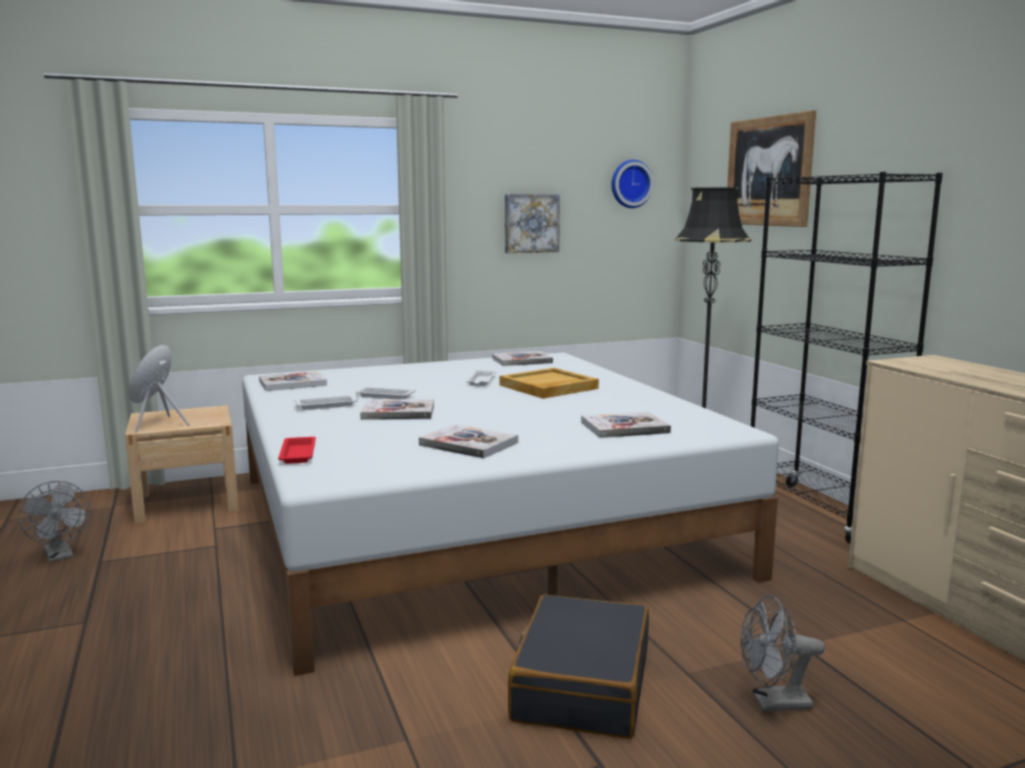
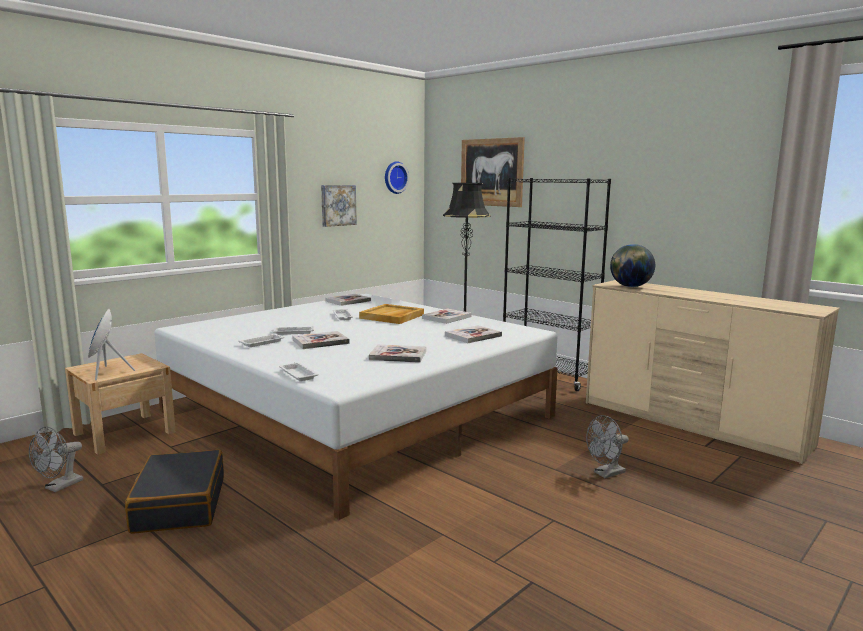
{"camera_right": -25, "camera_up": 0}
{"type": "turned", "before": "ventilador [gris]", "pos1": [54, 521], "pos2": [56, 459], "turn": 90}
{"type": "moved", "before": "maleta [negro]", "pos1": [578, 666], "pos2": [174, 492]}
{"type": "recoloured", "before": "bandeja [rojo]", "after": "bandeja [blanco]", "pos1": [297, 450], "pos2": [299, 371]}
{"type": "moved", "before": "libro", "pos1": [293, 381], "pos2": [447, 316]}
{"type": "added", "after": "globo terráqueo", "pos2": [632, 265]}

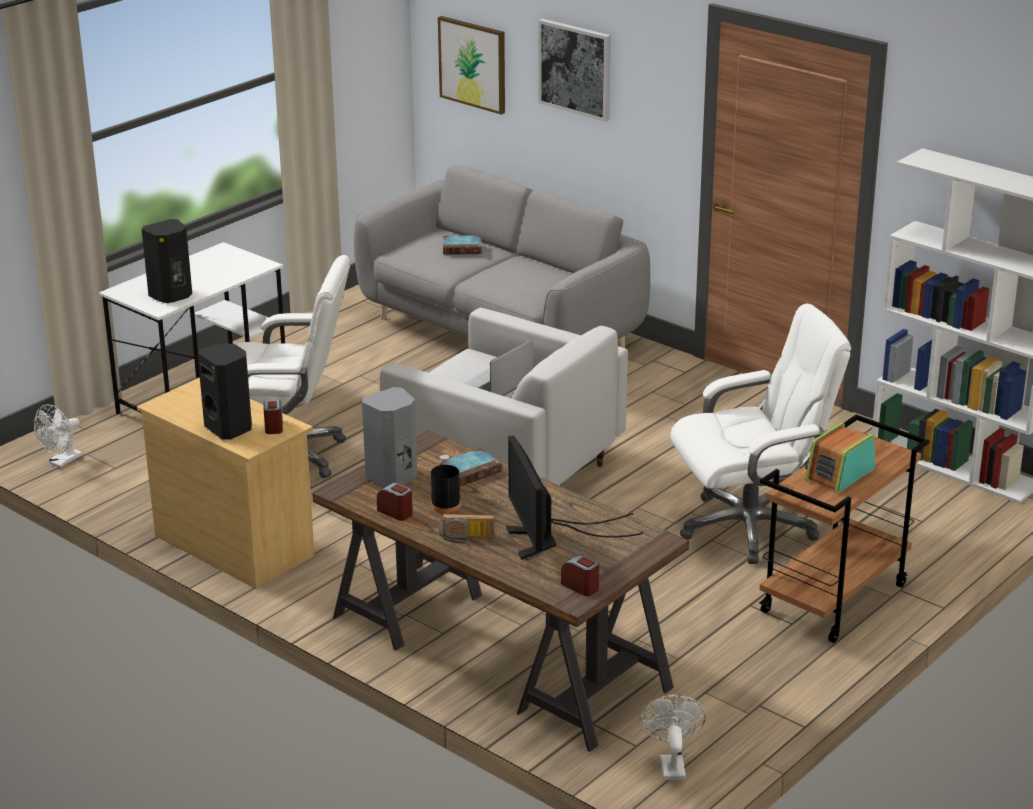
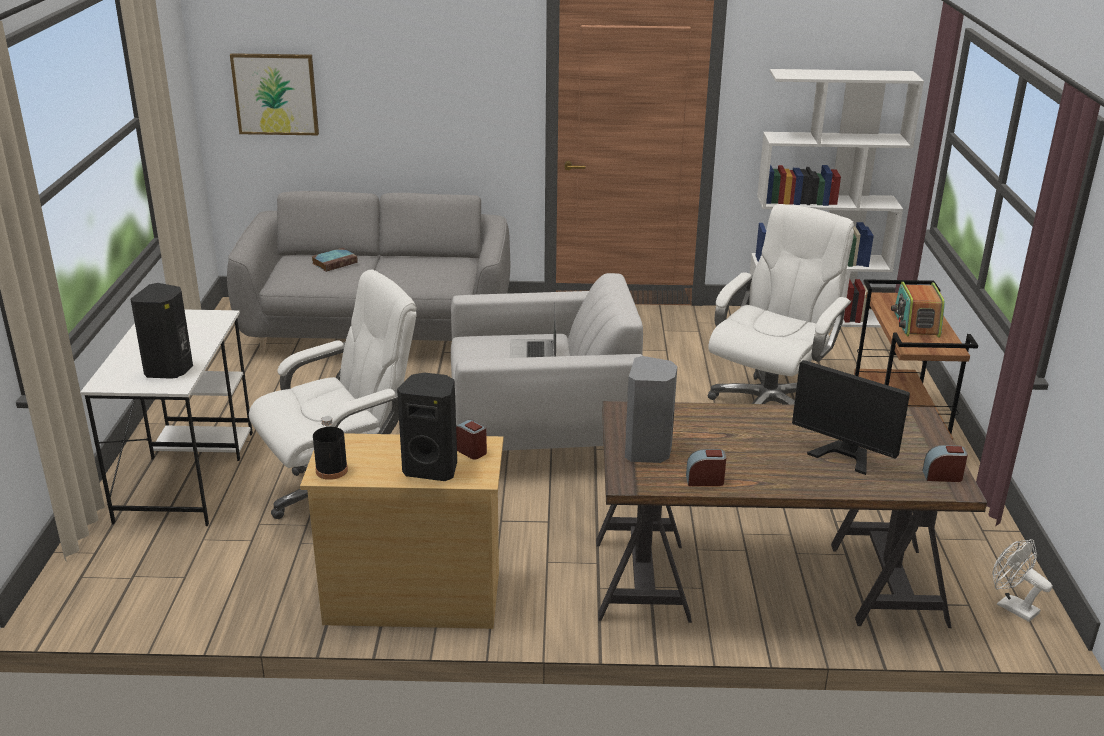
{"camera_right": -40, "camera_up": 0}
{"type": "moved", "before": "botella [negro]", "pos1": [446, 484], "pos2": [330, 448]}
{"type": "removed", "before": "ventilador [blanco]", "pos1": [58, 436]}
{"type": "removed", "before": "libro", "pos1": [470, 467]}
{"type": "removed", "before": "radio", "pos1": [467, 528]}
{"type": "removed", "before": "cuadro", "pos1": [574, 70]}

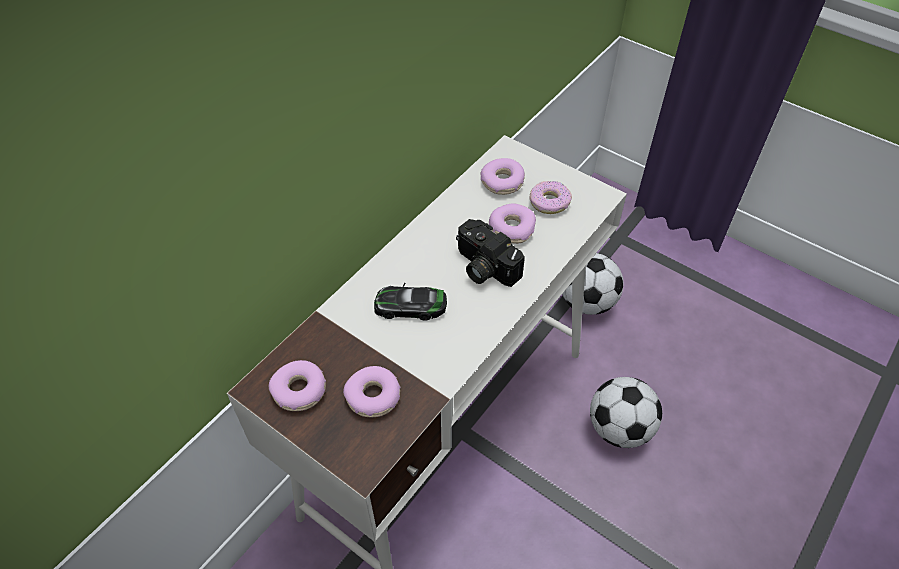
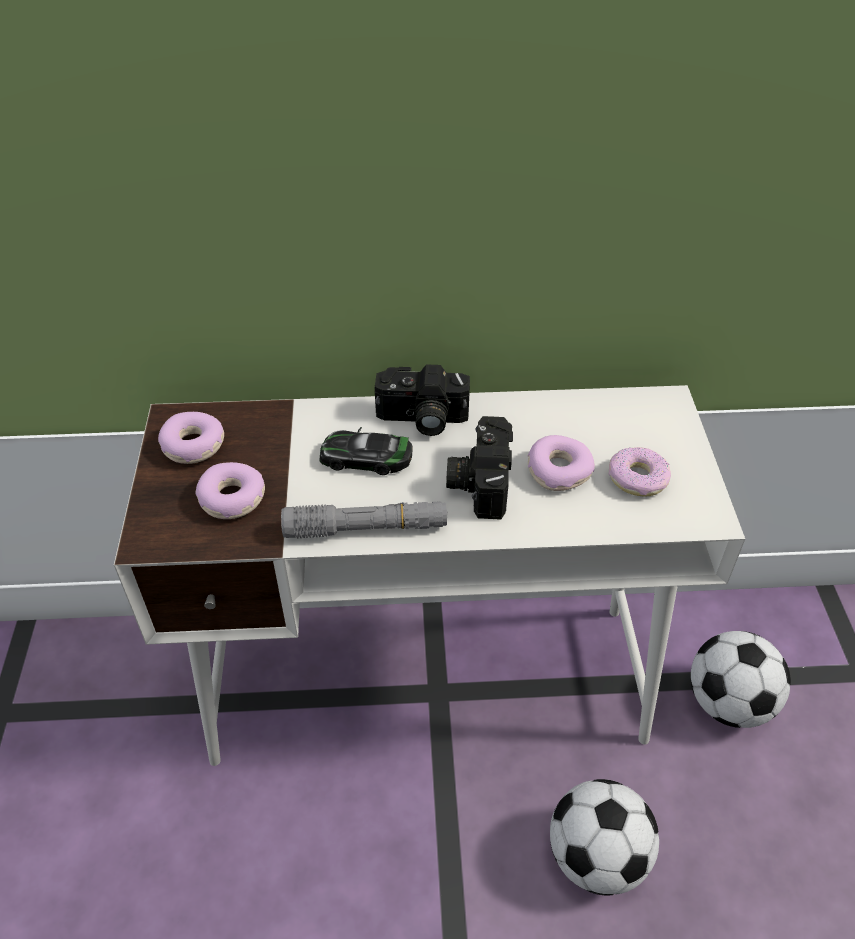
{"camera_right": 50, "camera_up": -5}
{"type": "added", "after": "linterna [gris]", "pos2": [364, 519]}
{"type": "turned", "before": "coche de juguete", "pos1": [410, 302], "pos2": [365, 451], "turn": -45}
{"type": "added", "after": "cámara", "pos2": [422, 400]}
{"type": "removed", "before": "rosquilla", "pos1": [502, 176]}

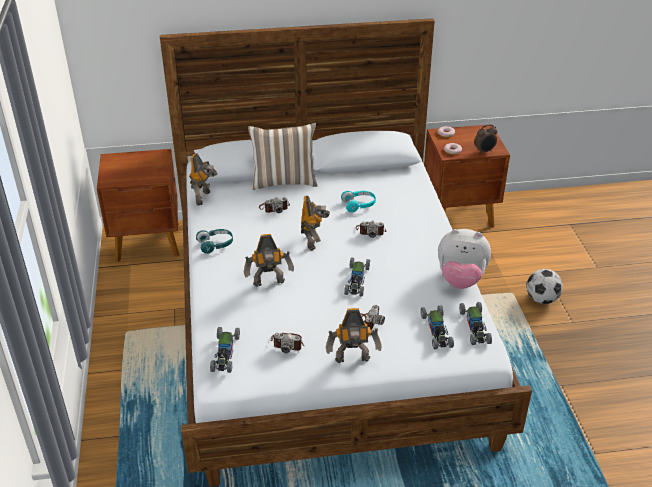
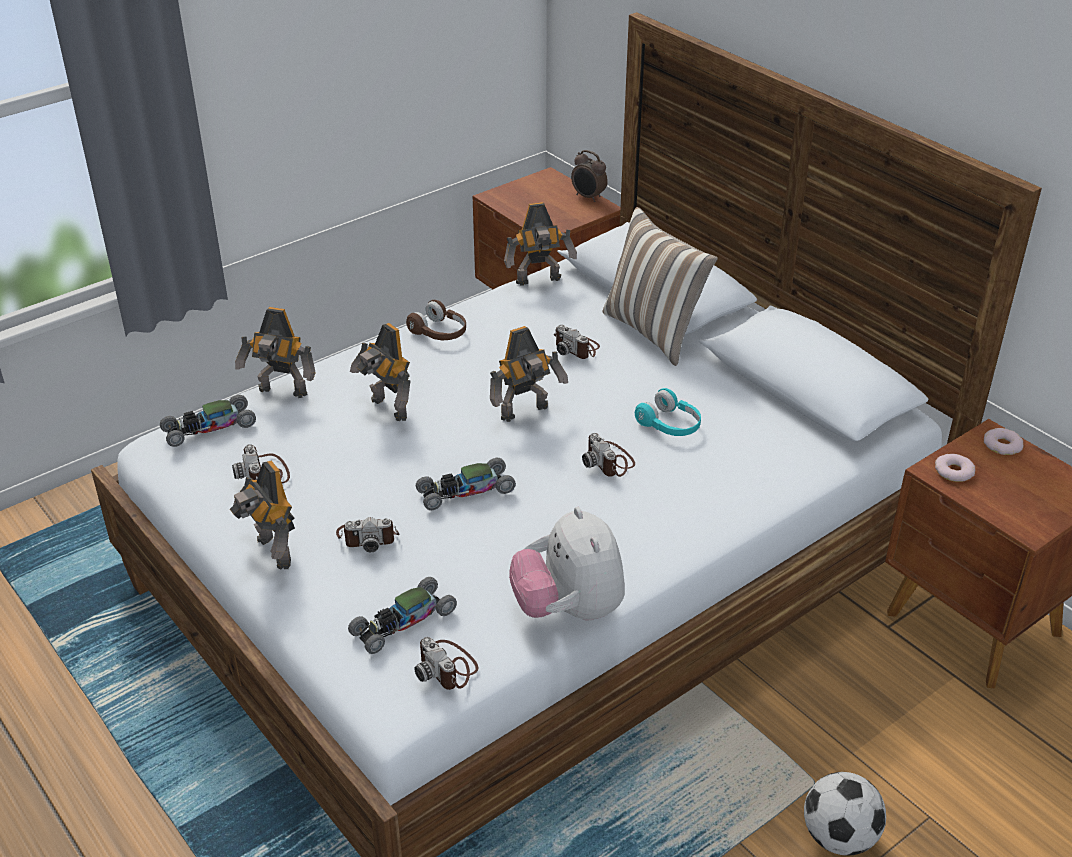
{"camera_right": 60, "camera_up": 0}
{"type": "added", "after": "robot de juguete", "pos2": [275, 352]}
{"type": "recoloured", "before": "auriculares [turquesa]", "after": "auriculares [marrón]", "pos1": [214, 241], "pos2": [436, 320]}
{"type": "replaced", "before": "coche de juguete", "after": "cámara", "pos1": [475, 323], "pos2": [446, 663]}
{"type": "moved", "before": "despertador", "pos1": [485, 139], "pos2": [589, 176]}

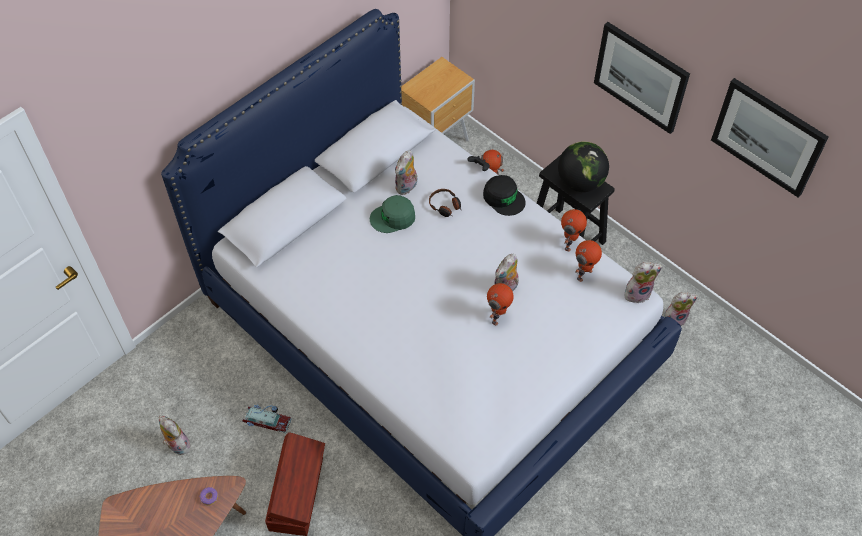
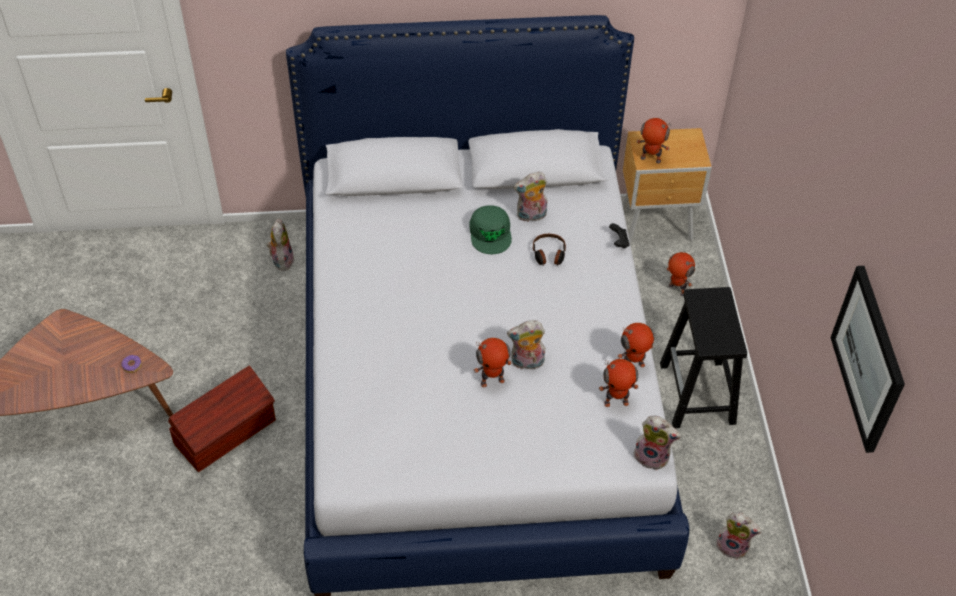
{"camera_right": 40, "camera_up": -5}
{"type": "moved", "before": "peluche", "pos1": [174, 435], "pos2": [280, 245]}
{"type": "turned", "before": "gorra [verde]", "pos1": [392, 214], "pos2": [491, 229], "turn": -120}
{"type": "added", "after": "robot de juguete", "pos2": [653, 141]}
{"type": "removed", "before": "coche de juguete", "pos1": [266, 419]}
{"type": "removed", "before": "gorra [negro]", "pos1": [504, 195]}
{"type": "removed", "before": "globo terráqueo", "pos1": [583, 166]}
{"type": "removed", "before": "cuadro", "pos1": [642, 78]}

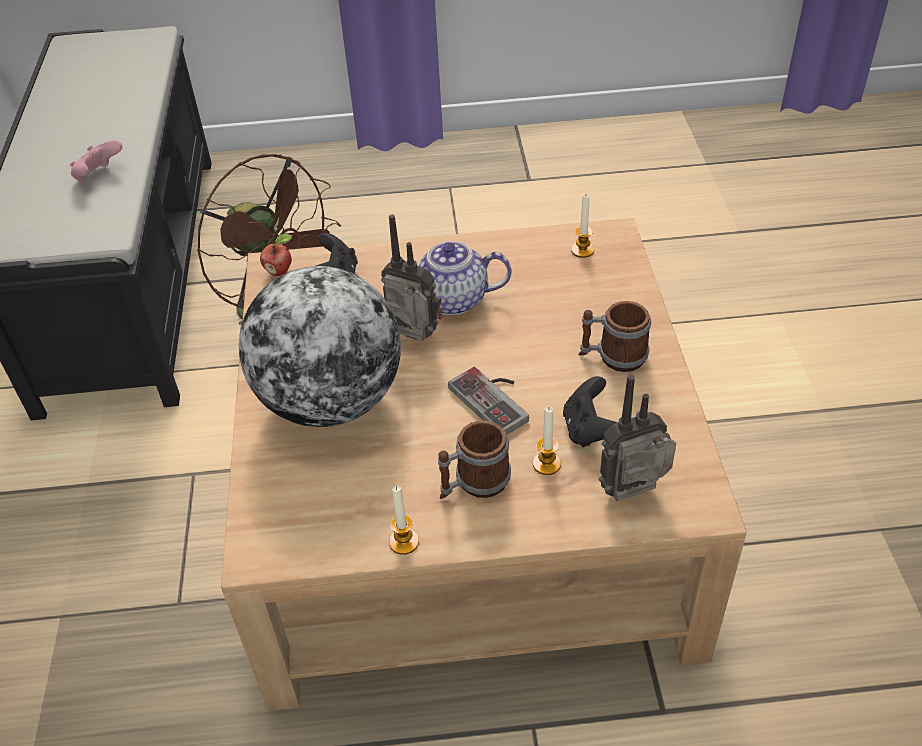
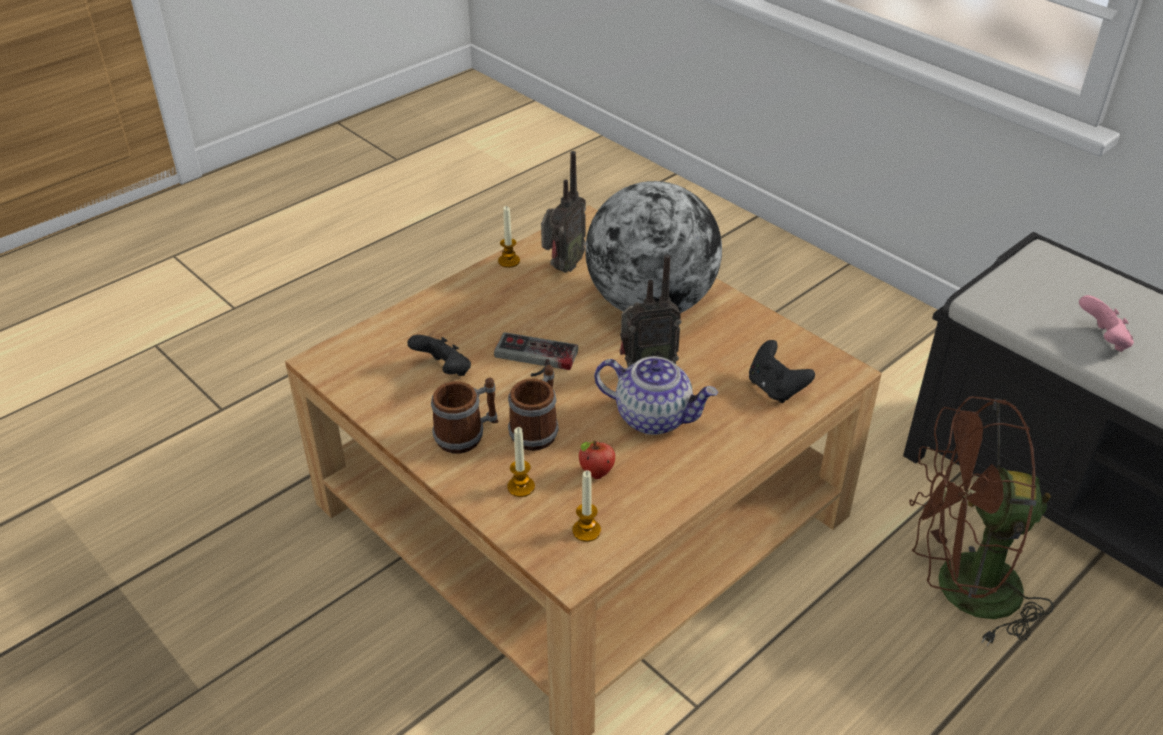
{"camera_right": 140, "camera_up": -5}
{"type": "moved", "before": "vela", "pos1": [547, 440], "pos2": [521, 462]}
{"type": "moved", "before": "taza grande", "pos1": [474, 459], "pos2": [533, 408]}
{"type": "moved", "before": "radio", "pos1": [637, 438], "pos2": [563, 212]}
{"type": "moved", "before": "manzana", "pos1": [276, 255], "pos2": [597, 459]}
{"type": "turned", "before": "tetera", "pos1": [451, 278], "pos2": [656, 395], "turn": 60}

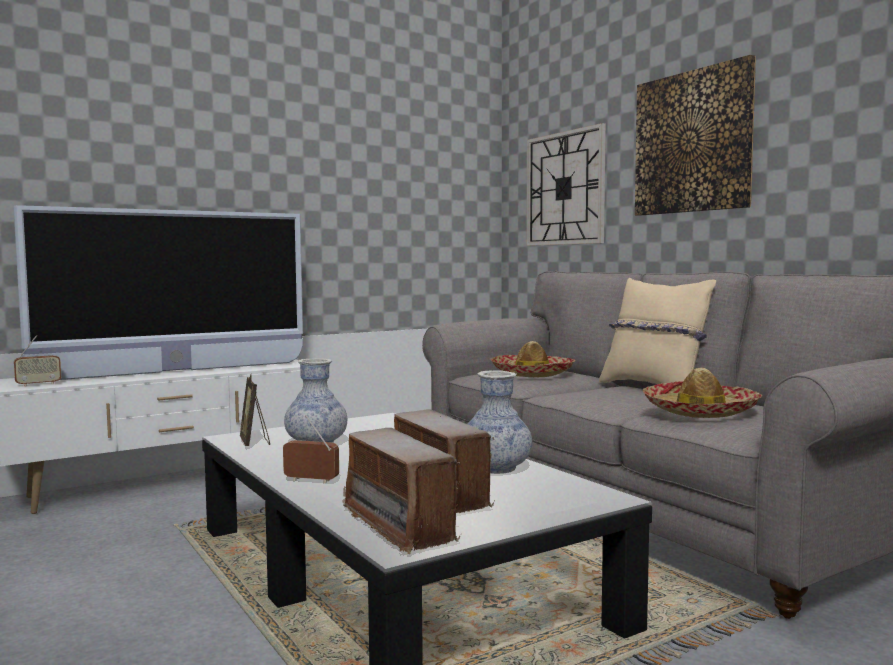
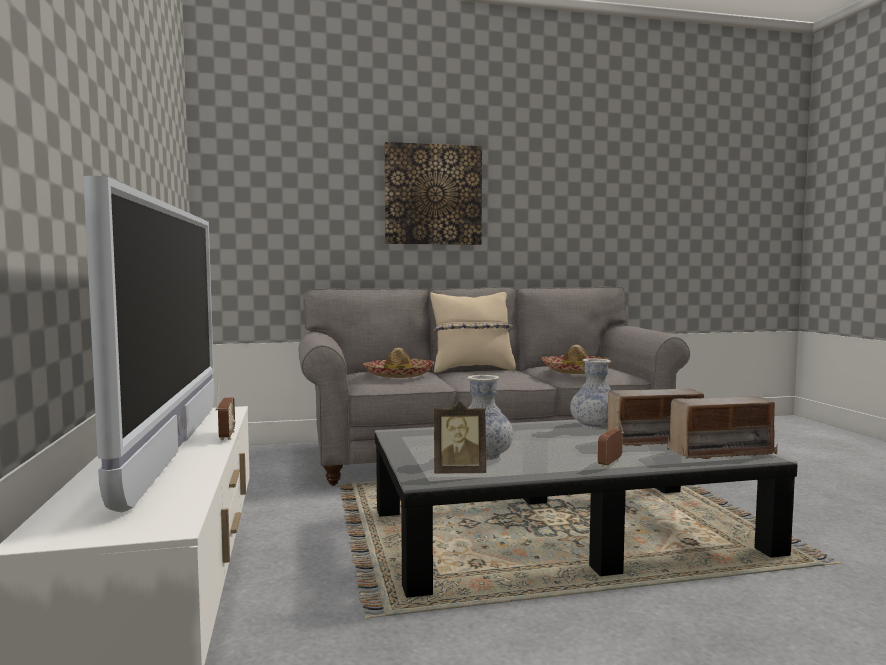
{"camera_right": -70, "camera_up": 0}
{"type": "moved", "before": "radio", "pos1": [37, 361], "pos2": [225, 407]}
{"type": "removed", "before": "reloj de pared", "pos1": [566, 184]}

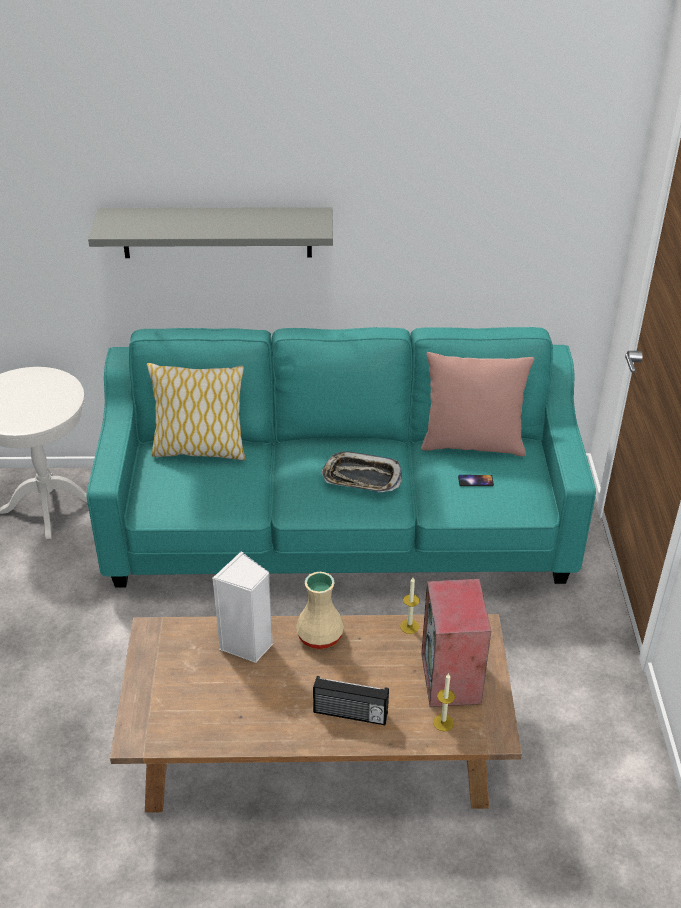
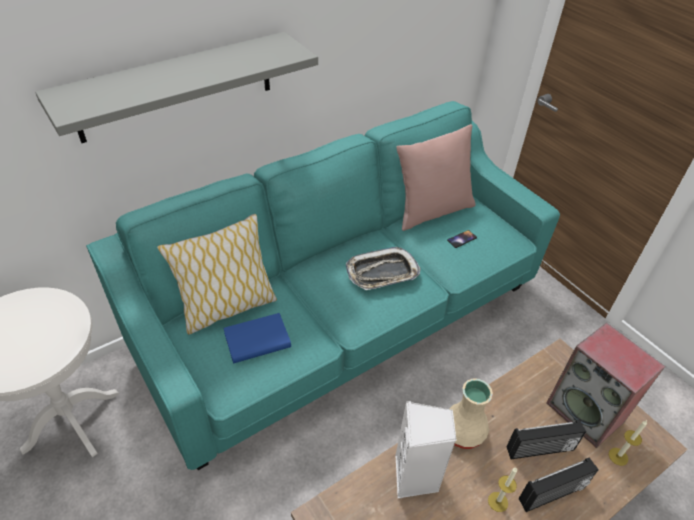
{"camera_right": -35, "camera_up": 5}
{"type": "added", "after": "libro [azul]", "pos2": [257, 338]}
{"type": "moved", "before": "vela", "pos1": [410, 606], "pos2": [502, 489]}
{"type": "added", "after": "radio", "pos2": [546, 439]}

